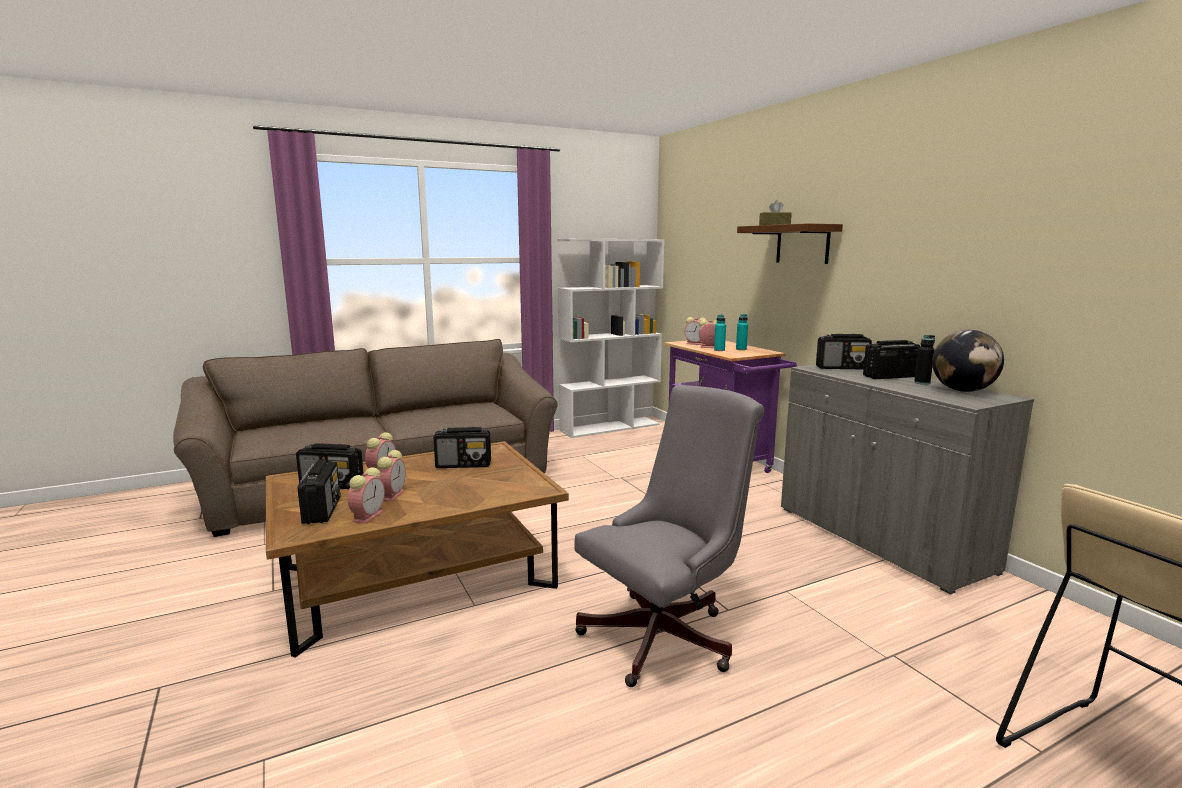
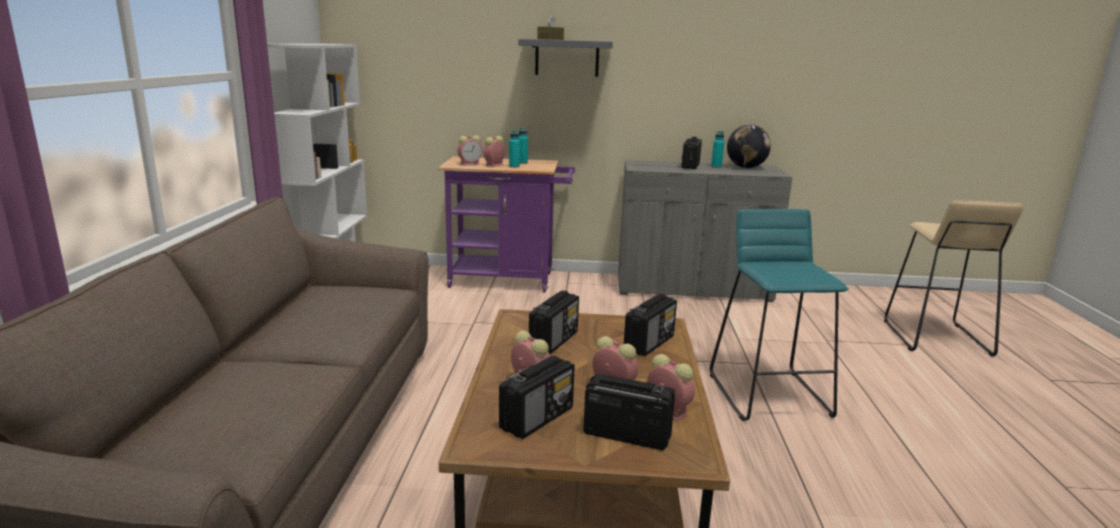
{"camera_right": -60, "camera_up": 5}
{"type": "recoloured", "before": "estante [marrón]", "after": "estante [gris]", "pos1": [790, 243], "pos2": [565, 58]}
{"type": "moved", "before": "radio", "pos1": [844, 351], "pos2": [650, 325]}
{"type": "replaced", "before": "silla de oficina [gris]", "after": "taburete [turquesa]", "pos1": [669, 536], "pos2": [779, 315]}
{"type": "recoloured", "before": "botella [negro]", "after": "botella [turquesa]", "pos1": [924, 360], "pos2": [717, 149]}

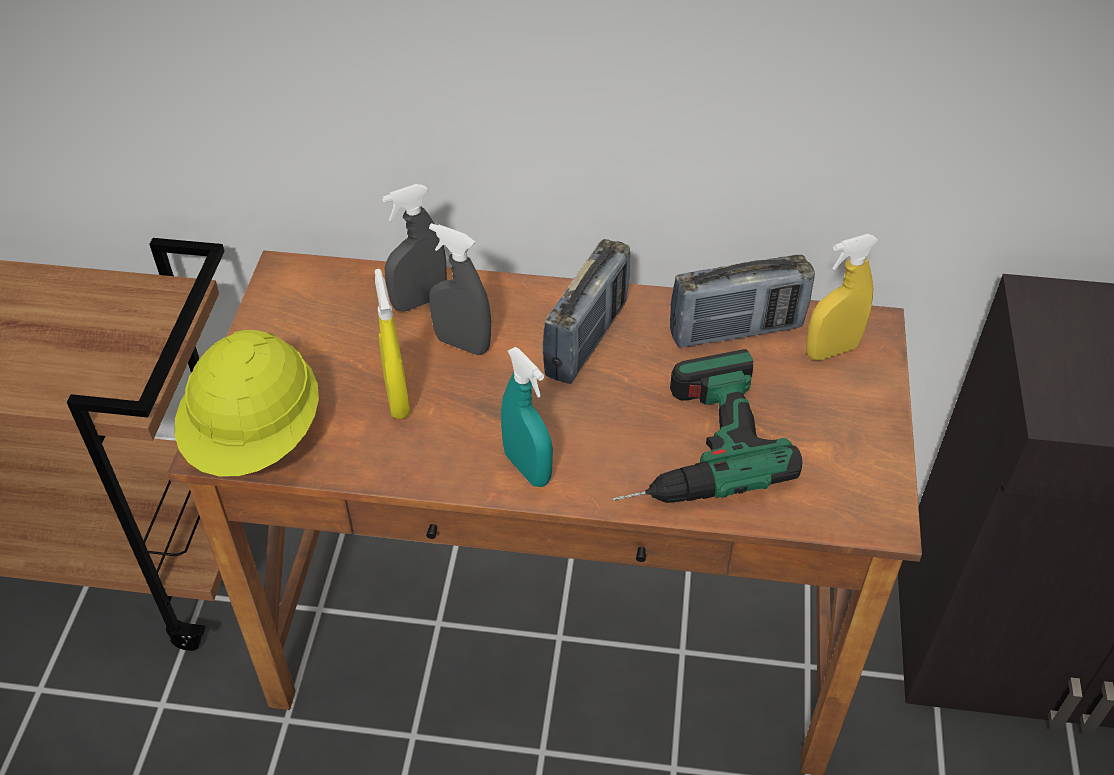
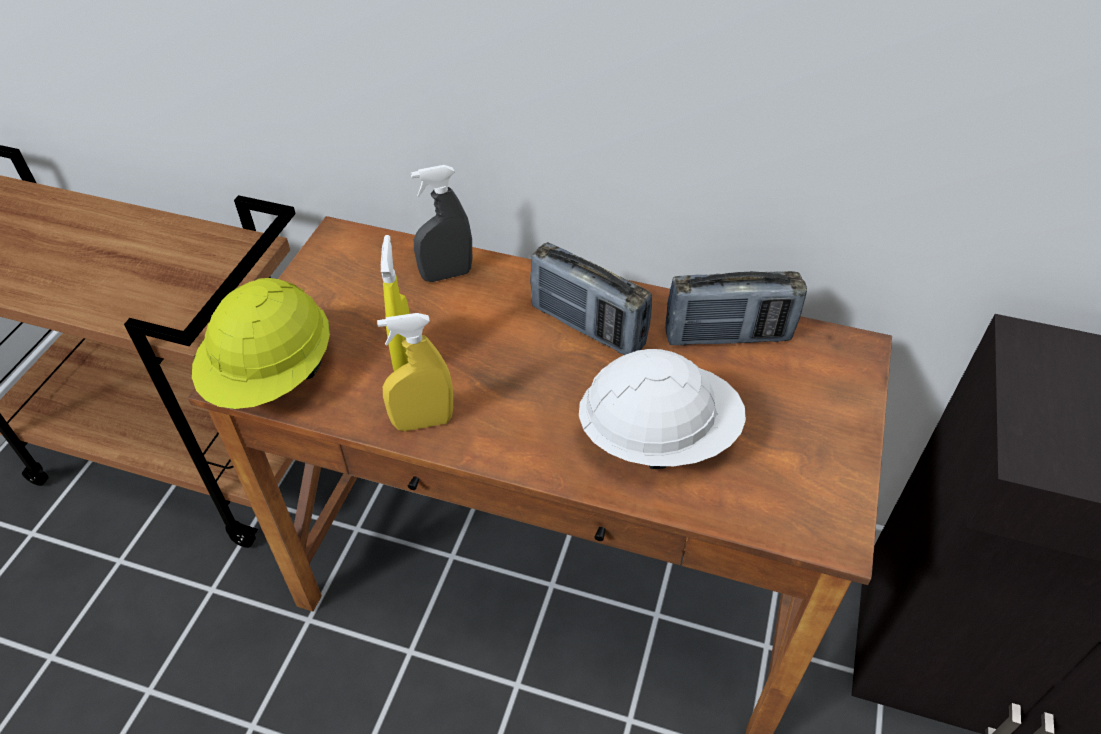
{"camera_right": 10, "camera_up": 0}
{"type": "moved", "before": "pulverizador [amarillo]", "pos1": [842, 297], "pos2": [415, 372]}
{"type": "turned", "before": "radio", "pos1": [586, 311], "pos2": [591, 298], "turn": 90}
{"type": "replaced", "before": "taladro", "after": "casco [blanco]", "pos1": [707, 426], "pos2": [662, 409]}
{"type": "removed", "before": "pulverizador [gris]", "pos1": [460, 289]}
{"type": "removed", "before": "pulverizador [turquesa]", "pos1": [527, 417]}

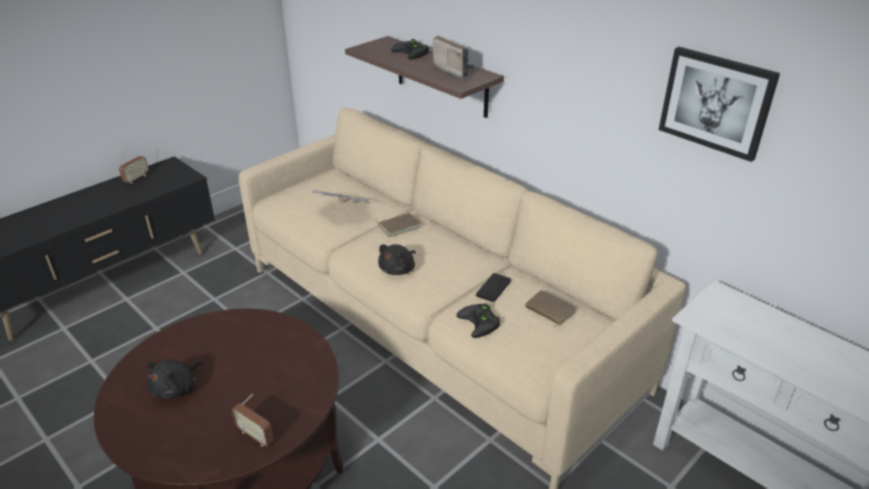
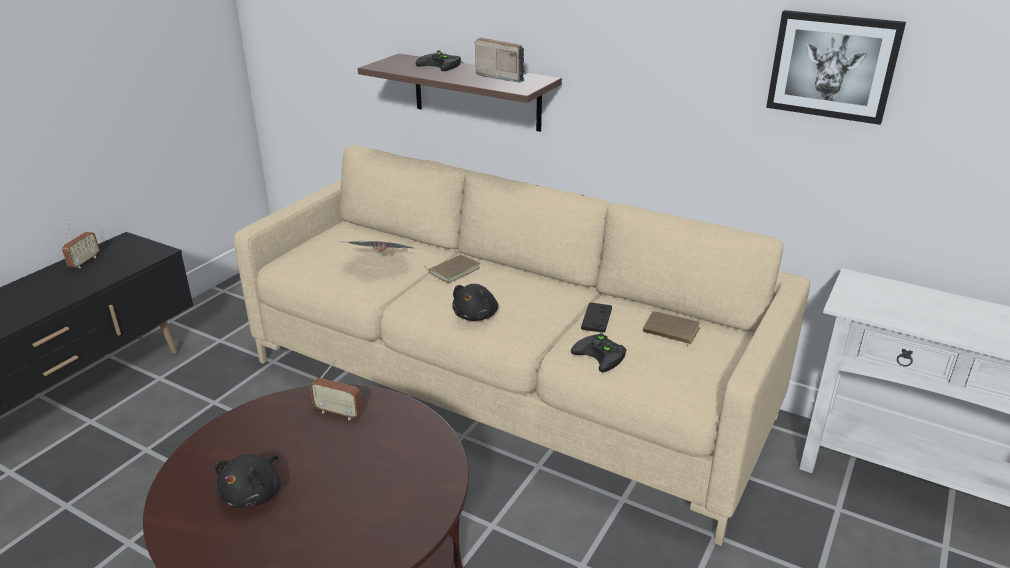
{"camera_right": -15, "camera_up": -5}
{"type": "moved", "before": "radio", "pos1": [253, 420], "pos2": [336, 389]}

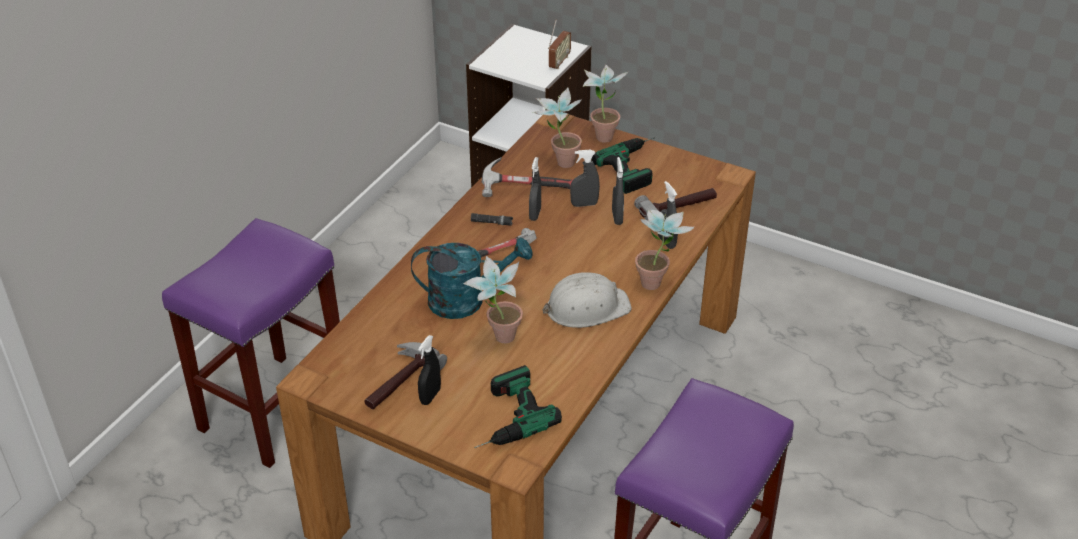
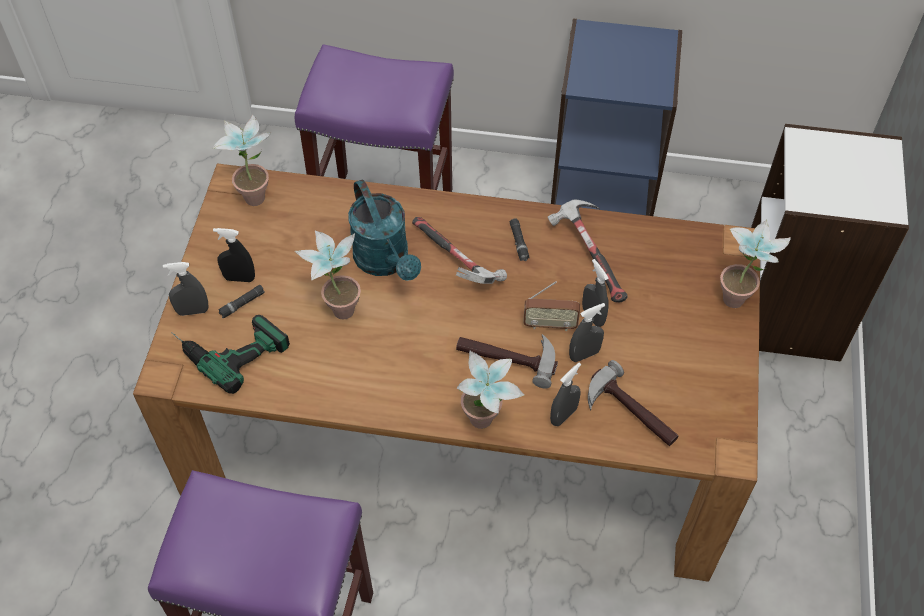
{"camera_right": 70, "camera_up": 15}
{"type": "moved", "before": "pulverizador [gris]", "pos1": [535, 189], "pos2": [186, 289]}
{"type": "moved", "before": "planta en maceta", "pos1": [557, 127], "pos2": [242, 160]}
{"type": "added", "after": "linterna [negro]", "pos2": [241, 301]}
{"type": "moved", "before": "martillo", "pos1": [406, 375], "pos2": [507, 361]}
{"type": "moved", "before": "radio", "pos1": [559, 44], "pos2": [551, 306]}
{"type": "added", "after": "estantería [azul]", "pos2": [616, 117]}
{"type": "removed", "before": "casco [blanco]", "pos1": [587, 300]}
{"type": "removed", "before": "taladro", "pos1": [623, 165]}

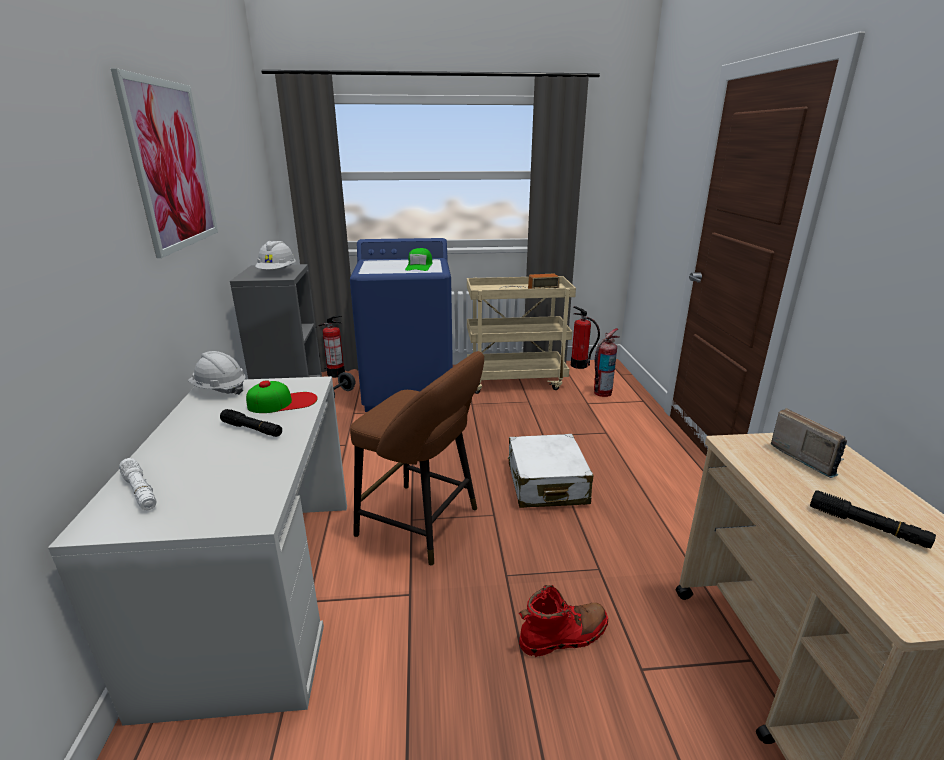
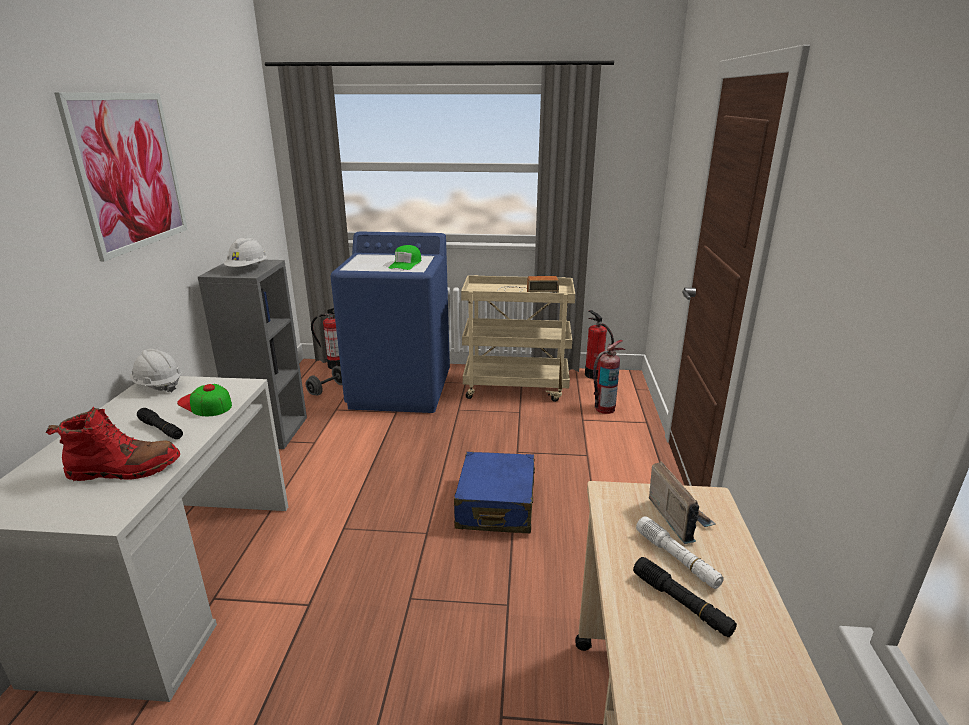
{"camera_right": 10, "camera_up": 0}
{"type": "moved", "before": "bota [rojo]", "pos1": [563, 621], "pos2": [113, 443]}
{"type": "turned", "before": "gorra", "pos1": [282, 396], "pos2": [204, 400], "turn": -135}
{"type": "recoloured", "before": "maleta [blanco]", "after": "maleta [azul]", "pos1": [550, 471], "pos2": [494, 492]}
{"type": "moved", "before": "linterna [blanco]", "pos1": [137, 484], "pos2": [680, 552]}
{"type": "removed", "before": "taburete [marrón]", "pos1": [417, 458]}

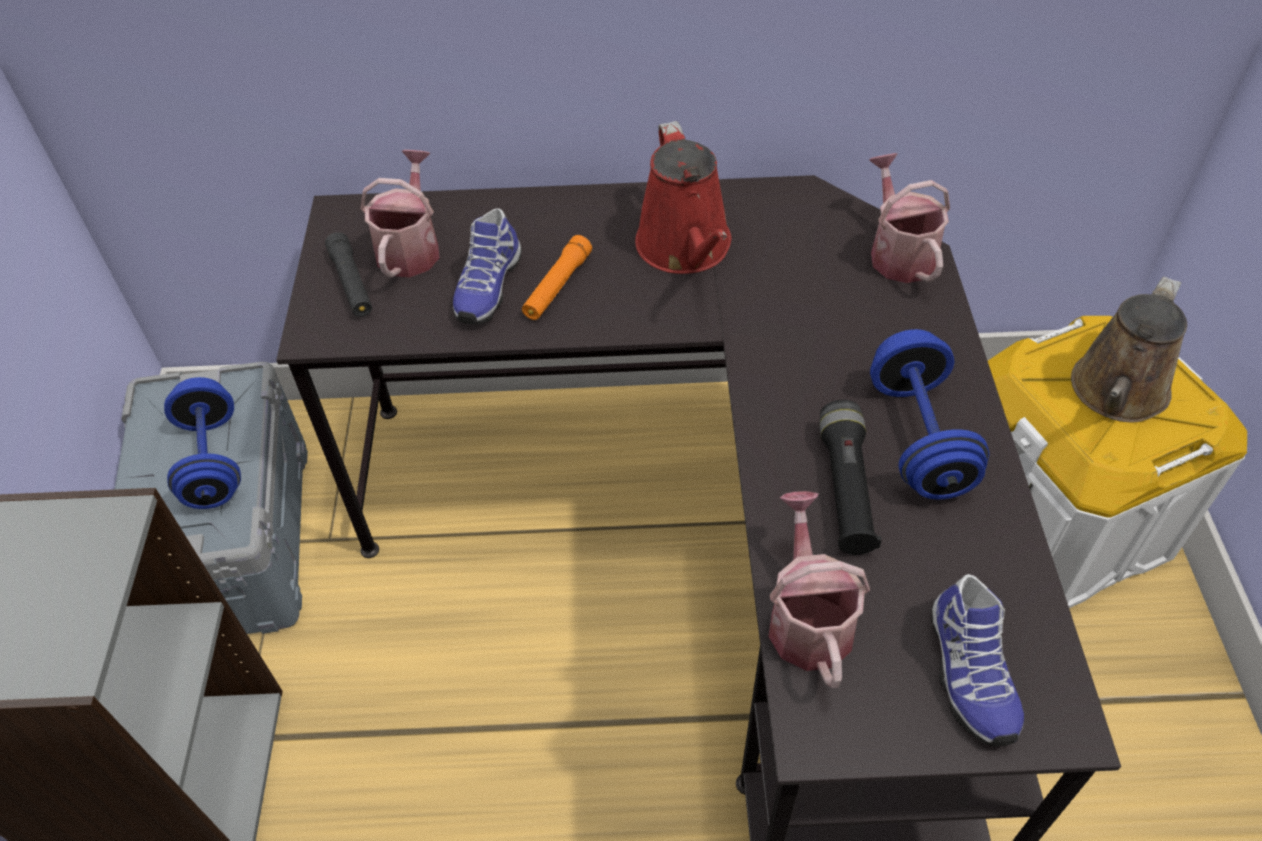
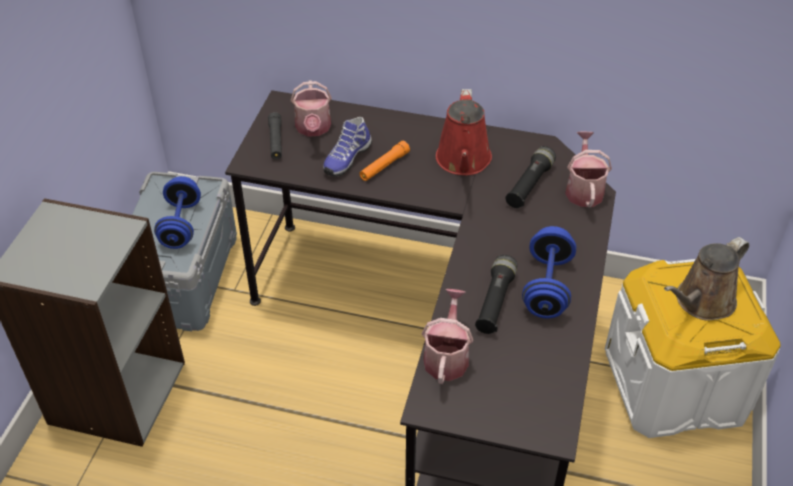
{"camera_right": 15, "camera_up": -5}
{"type": "turned", "before": "regadera", "pos1": [400, 214], "pos2": [311, 108], "turn": 150}
{"type": "added", "after": "linterna [negro]", "pos2": [531, 177]}
{"type": "removed", "before": "zapato", "pos1": [977, 660]}

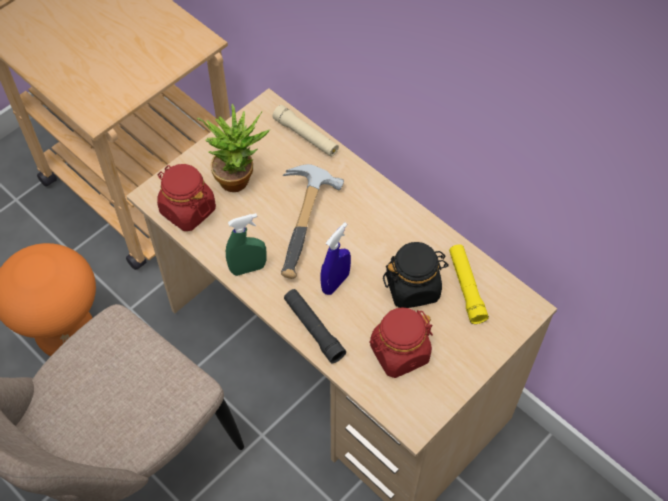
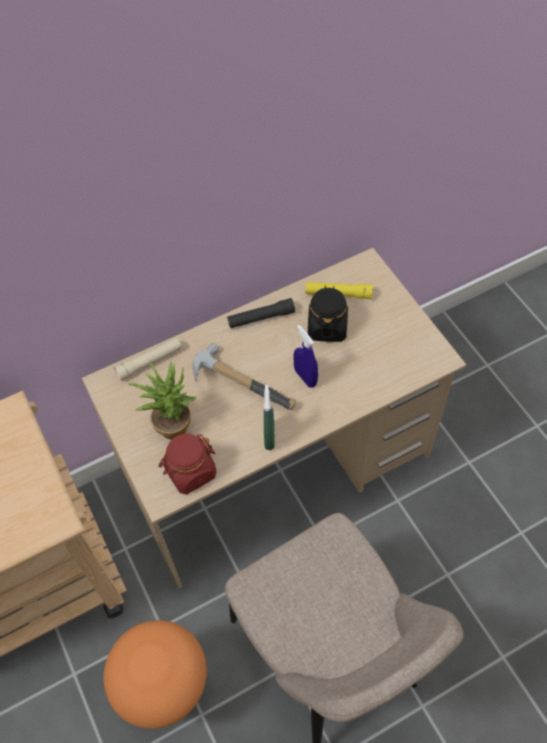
{"camera_right": -70, "camera_up": 0}
{"type": "moved", "before": "linterna [negro]", "pos1": [315, 326], "pos2": [261, 313]}
{"type": "removed", "before": "tarro [rojo]", "pos1": [401, 342]}

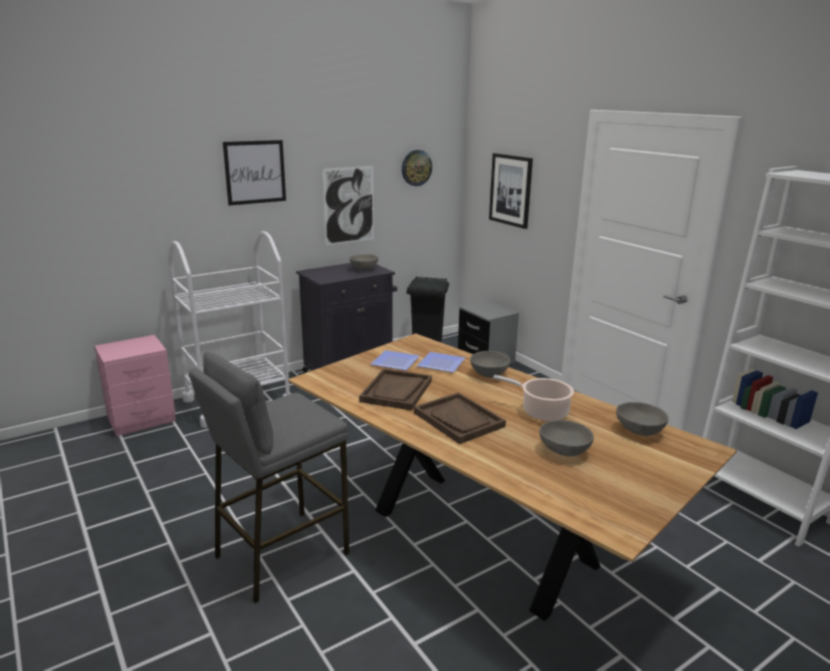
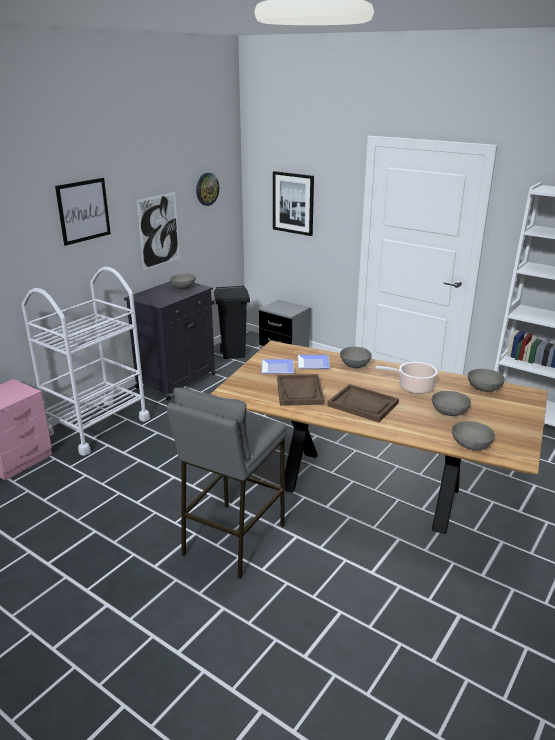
{"camera_right": -20, "camera_up": 5}
{"type": "added", "after": "cuenco [gris]", "pos2": [473, 436]}

